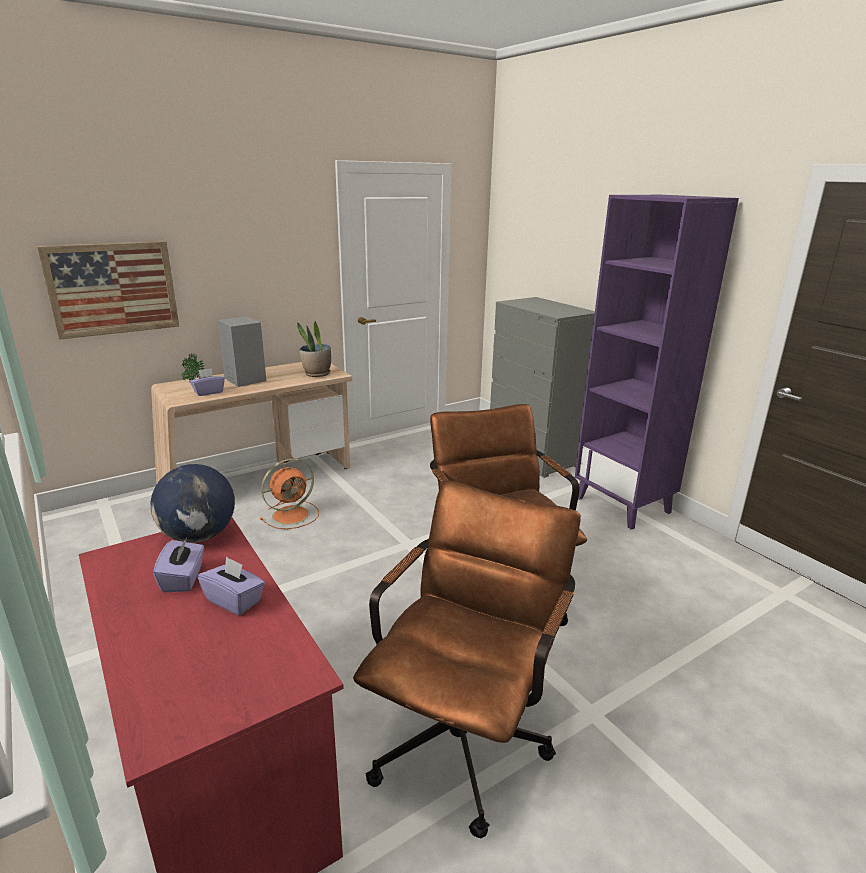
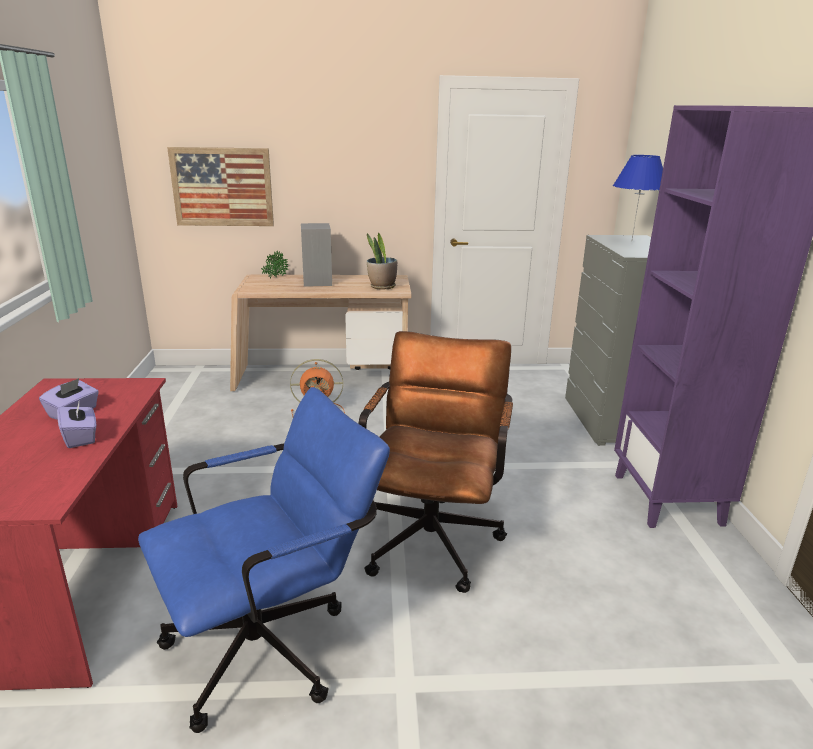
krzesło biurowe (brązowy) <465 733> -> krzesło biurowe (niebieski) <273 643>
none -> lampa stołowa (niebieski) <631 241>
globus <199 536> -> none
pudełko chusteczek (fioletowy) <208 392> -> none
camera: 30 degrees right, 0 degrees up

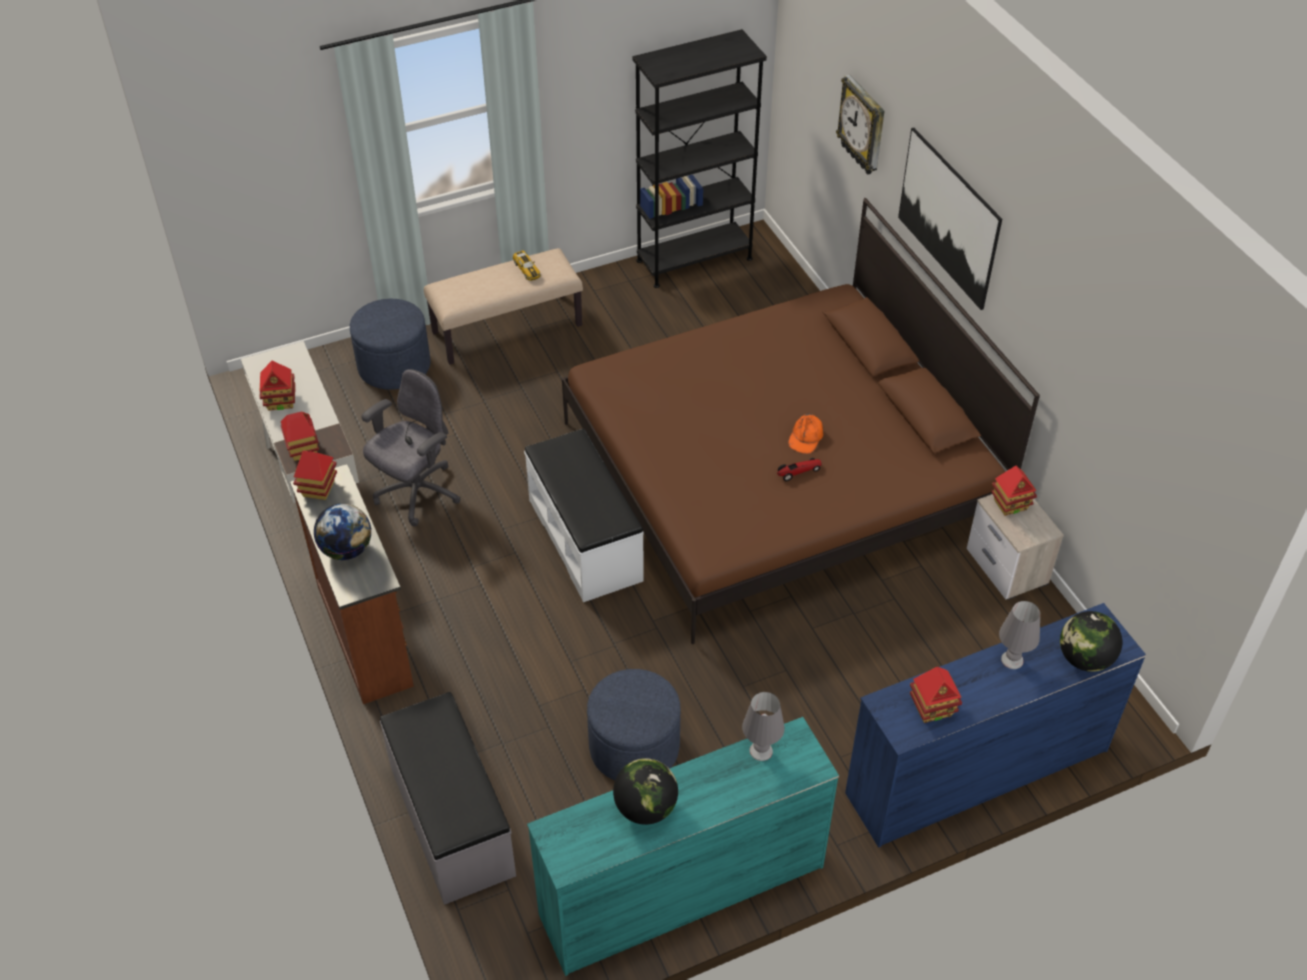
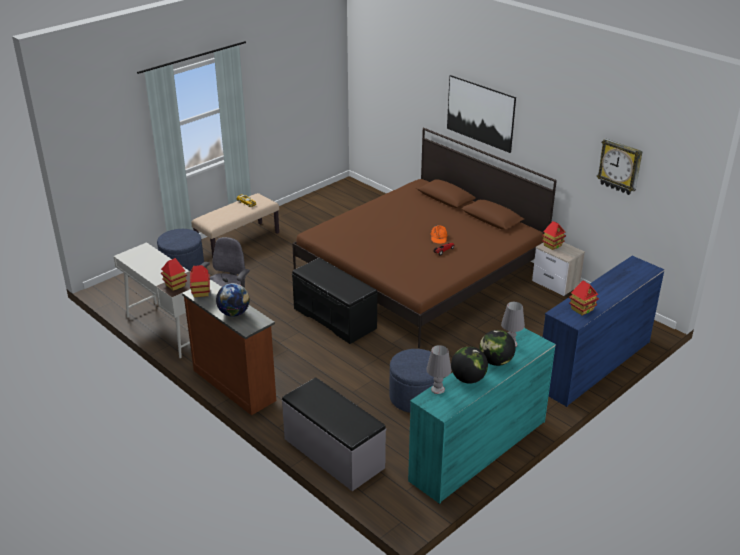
ławka (biały) <586 539> -> ławka (czarny) <335 318>
lampa stołowa (szary) <1012 659> -> lampa stołowa (szary) <437 389>, shifted
globus <1084 659> -> globus <496 361>, shifted
zegar ścienny <863 126> -> zegar ścienny <620 166>, shifted
domek <281 401> -> none
regał (czarny) <694 259> -> none
camera: 20 degrees left, 15 degrees down

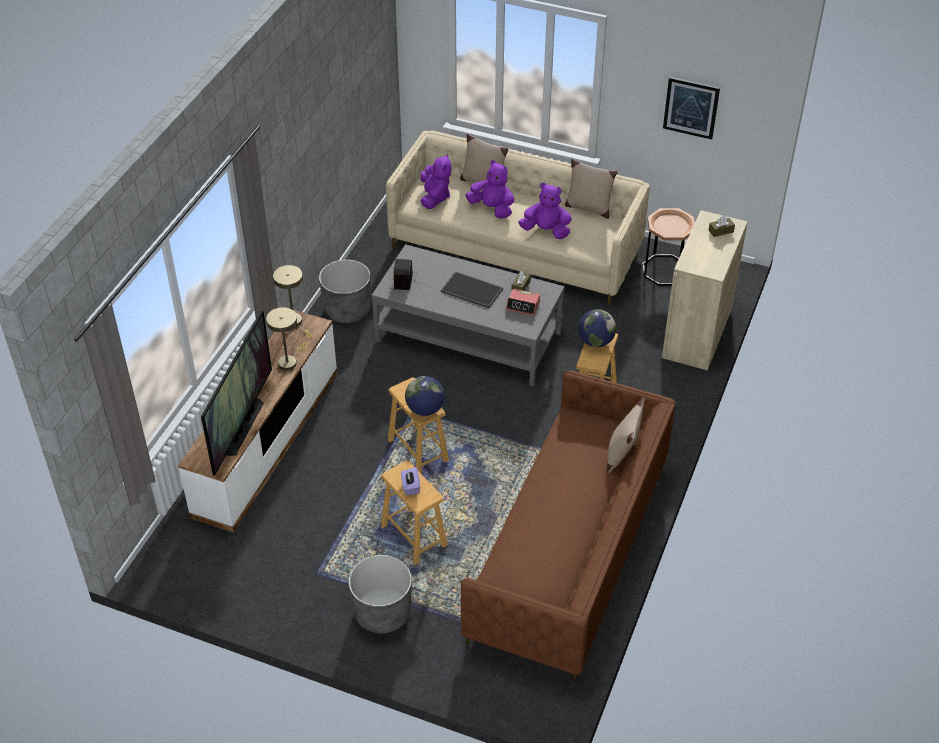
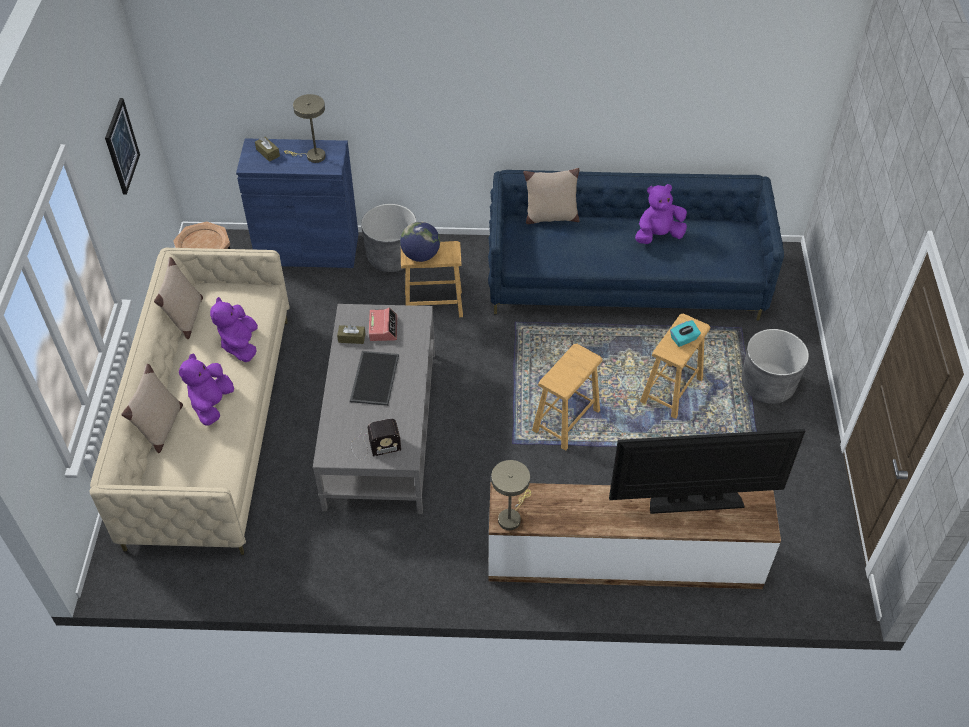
szafka (beżowy) <697 333> -> szafka (niebieski) <308 249>
lampa stołowa (beżowy) <289 361> -> lampa stołowa (beżowy) <312 156>, shifted
donica (szary) <347 310> -> donica (szary) <391 257>, shifted
kanapa (brązowy) <569 551> -> kanapa (niebieski) <625 279>
pluszak (fioletowy) <434 197> -> pluszak (fioletowy) <658 235>, shifted
pudełko chusteczek (fioletowy) <410 487> -> pudełko chusteczek (turkusowy) <684 339>
globus <425 409> -> none
camera: 110 degrees left, 5 degrees up

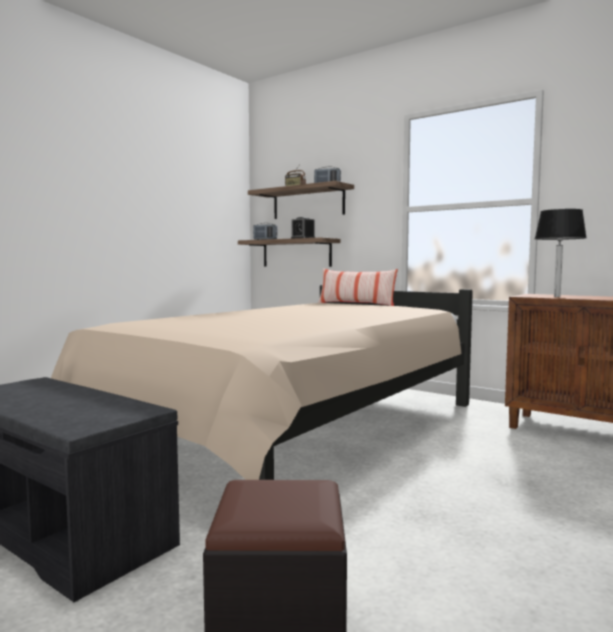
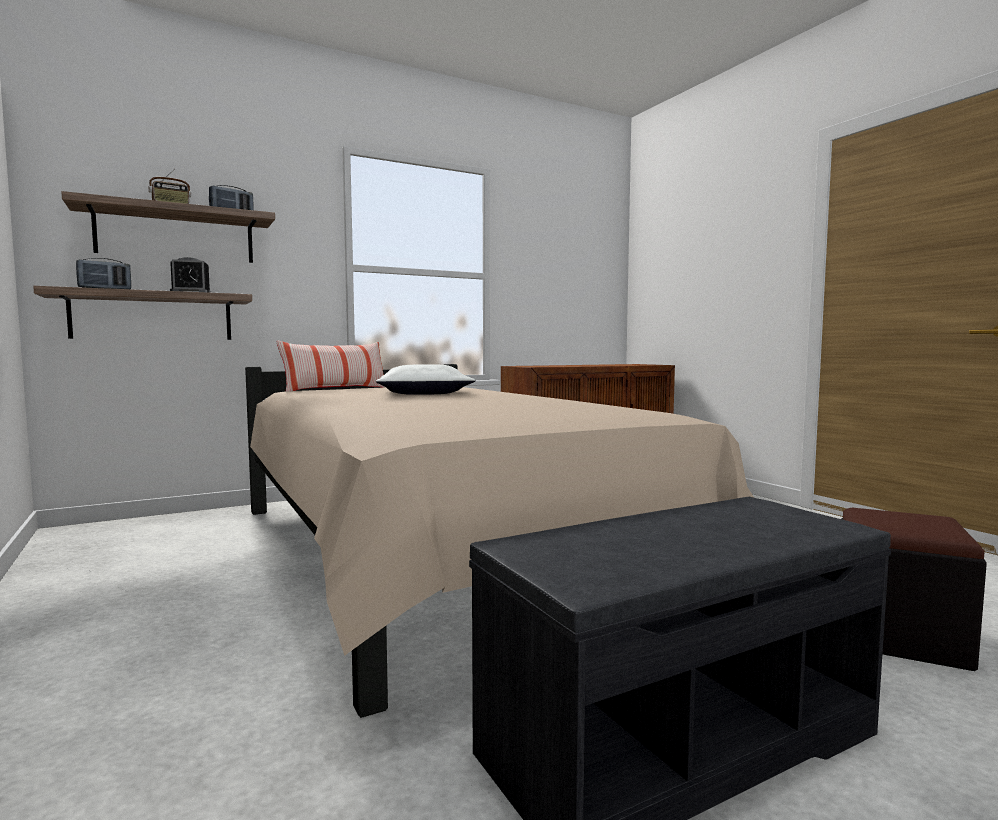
none -> poduszka (biały) <425 393>
lampa stołowa (czarny) <557 296> -> none
camera: 65 degrees left, 0 degrees up

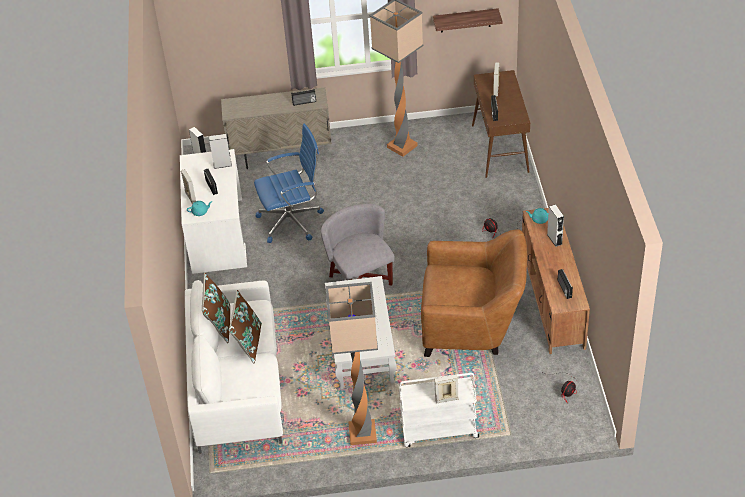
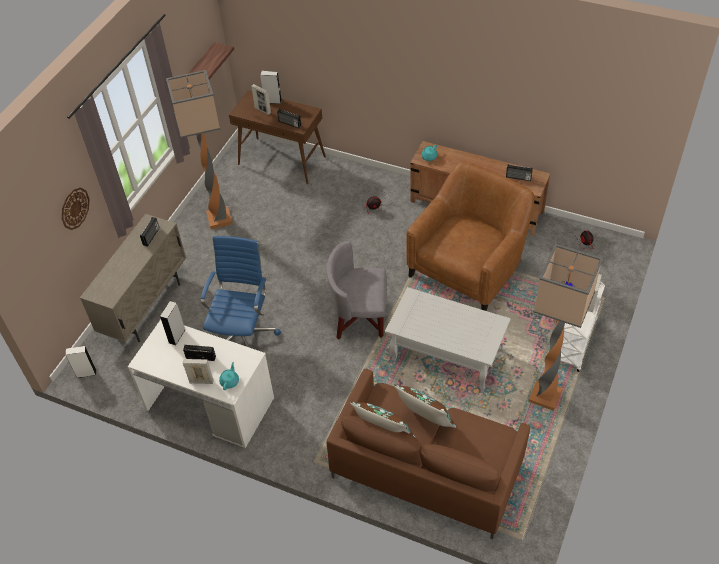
none -> zegar ścienny <74 208>
głośnik (szary) <554 239> -> głośnik (szary) <273 101>, shifted
kanapa (biały) <237 387> -> kanapa (brązowy) <427 471>
camera: 60 degrees left, 5 degrees up

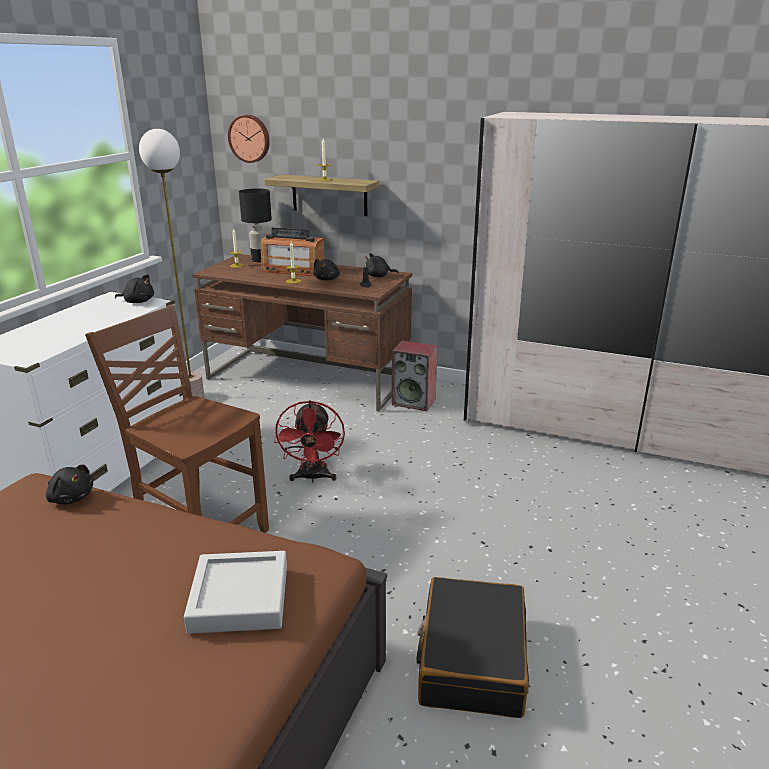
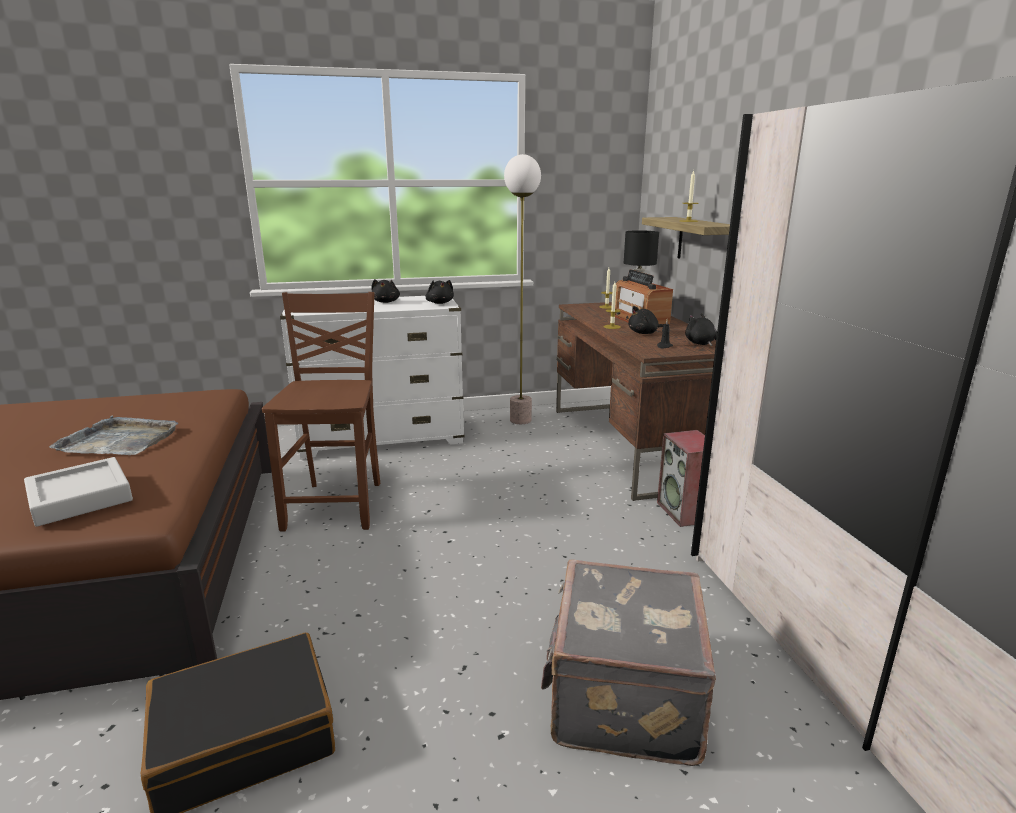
none -> taca (szary) <120 440>
pluszak (czarny) <71 498> -> pluszak (czarny) <386 302>, shifted
none -> walizka (szary) <621 697>
zegar ścienny <250 138> -> none
wentylator (czerwony) <313 477> -> none
camera: 55 degrees right, 5 degrees down

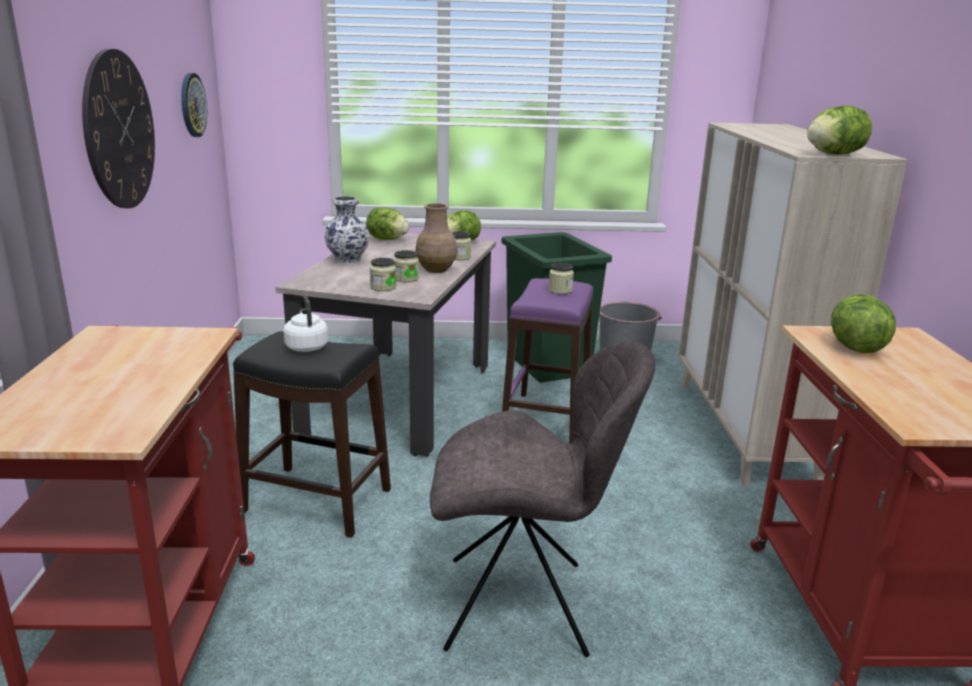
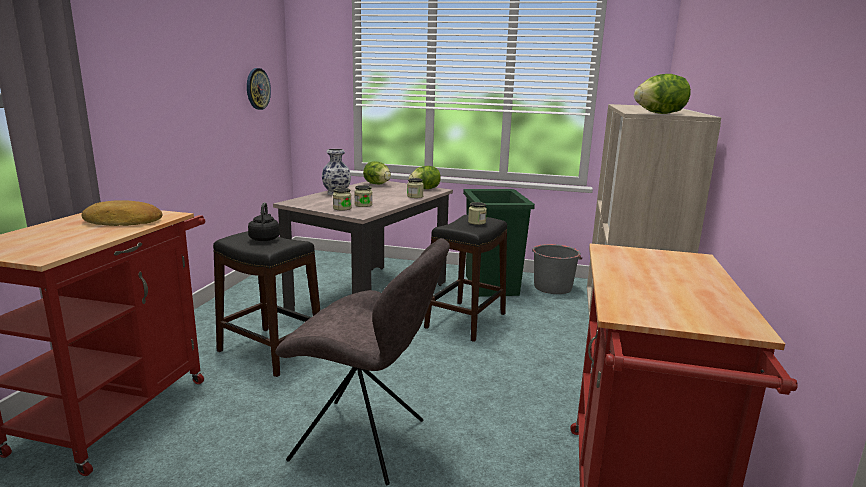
none -> chleb <123 222>
czajnik (biały) <306 346> -> czajnik (czarny) <265 238>
stołek (fioletowy) <547 419> -> stołek (czarny) <466 320>
zegar ścienny <119 130> -> none
wazon (brązowy) <436 270> -> none
sałata <855 347> -> none
camera: 15 degrees right, 5 degrees down

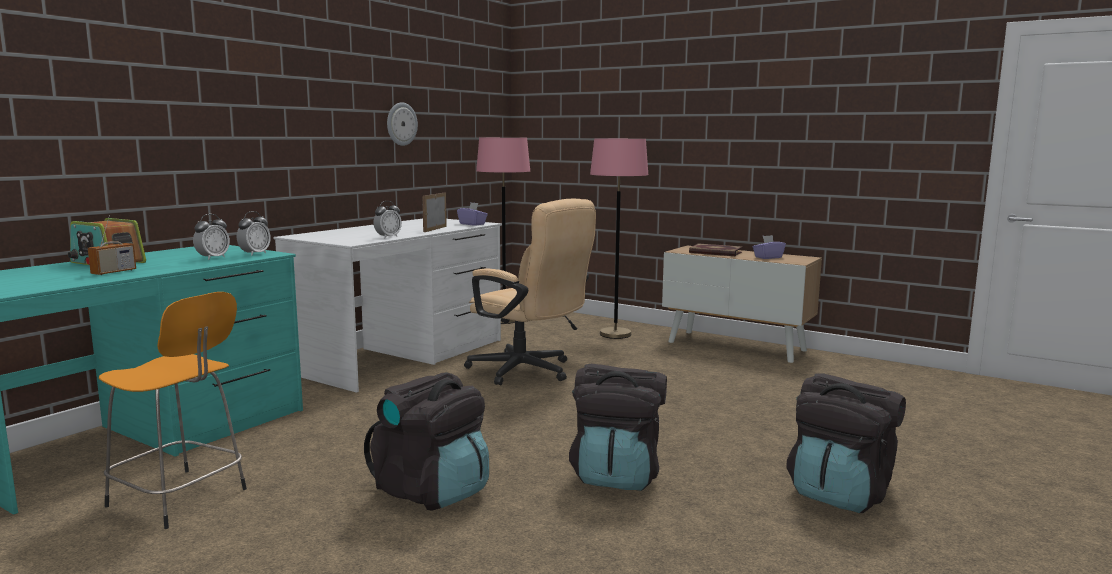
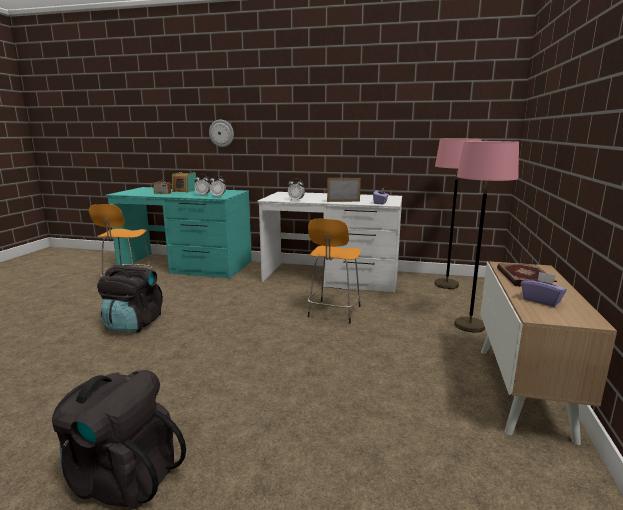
zegar ścienny <401 124> -> zegar ścienny <221 133>, shifted
krzesło biurowe (beżowy) <528 372> -> stołek (pomarańczowy) <334 312>
plecak (czarny) <617 475> -> none
camera: 70 degrees right, 5 degrees up

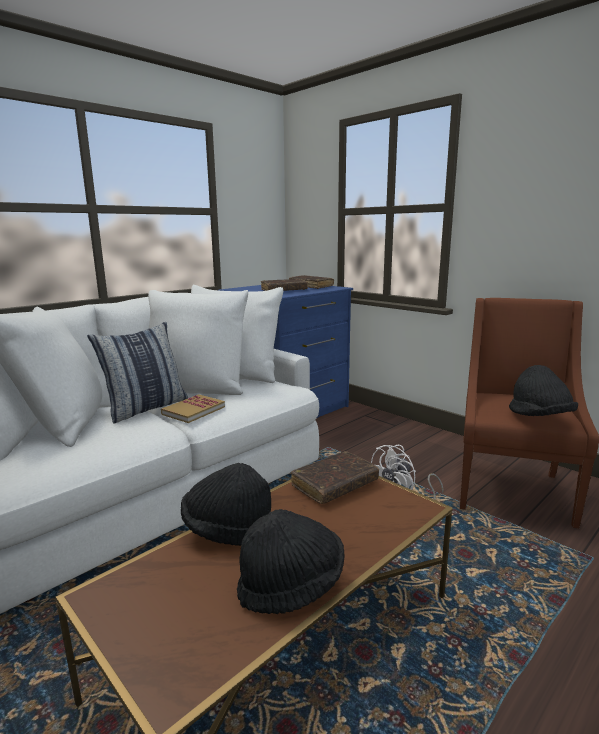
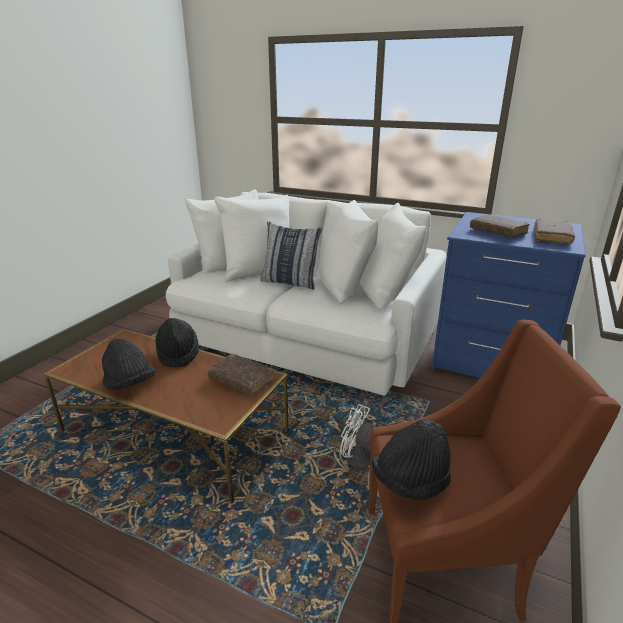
książka <193 410> -> none
camera: 70 degrees right, 10 degrees up

